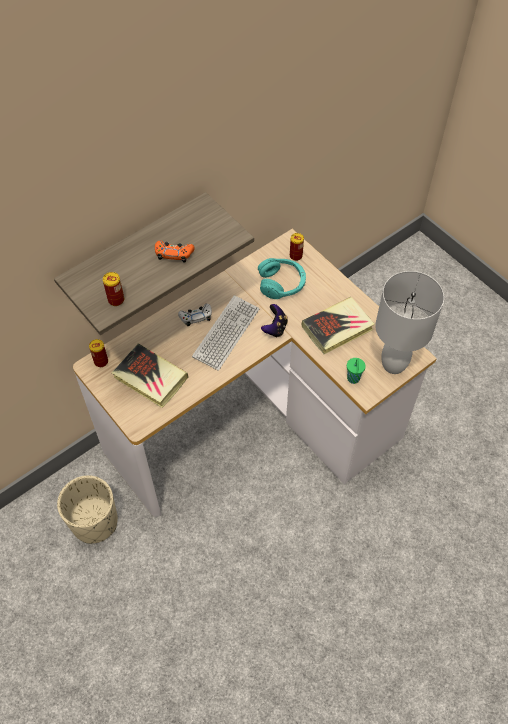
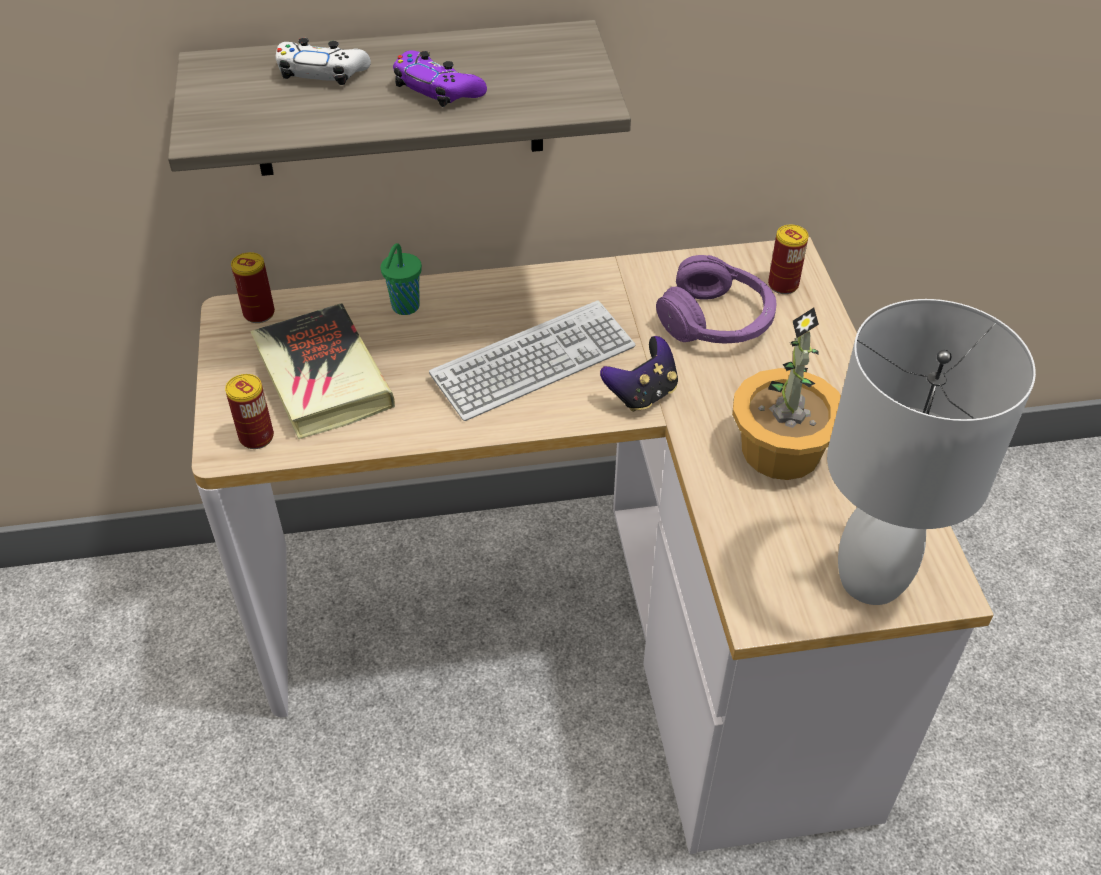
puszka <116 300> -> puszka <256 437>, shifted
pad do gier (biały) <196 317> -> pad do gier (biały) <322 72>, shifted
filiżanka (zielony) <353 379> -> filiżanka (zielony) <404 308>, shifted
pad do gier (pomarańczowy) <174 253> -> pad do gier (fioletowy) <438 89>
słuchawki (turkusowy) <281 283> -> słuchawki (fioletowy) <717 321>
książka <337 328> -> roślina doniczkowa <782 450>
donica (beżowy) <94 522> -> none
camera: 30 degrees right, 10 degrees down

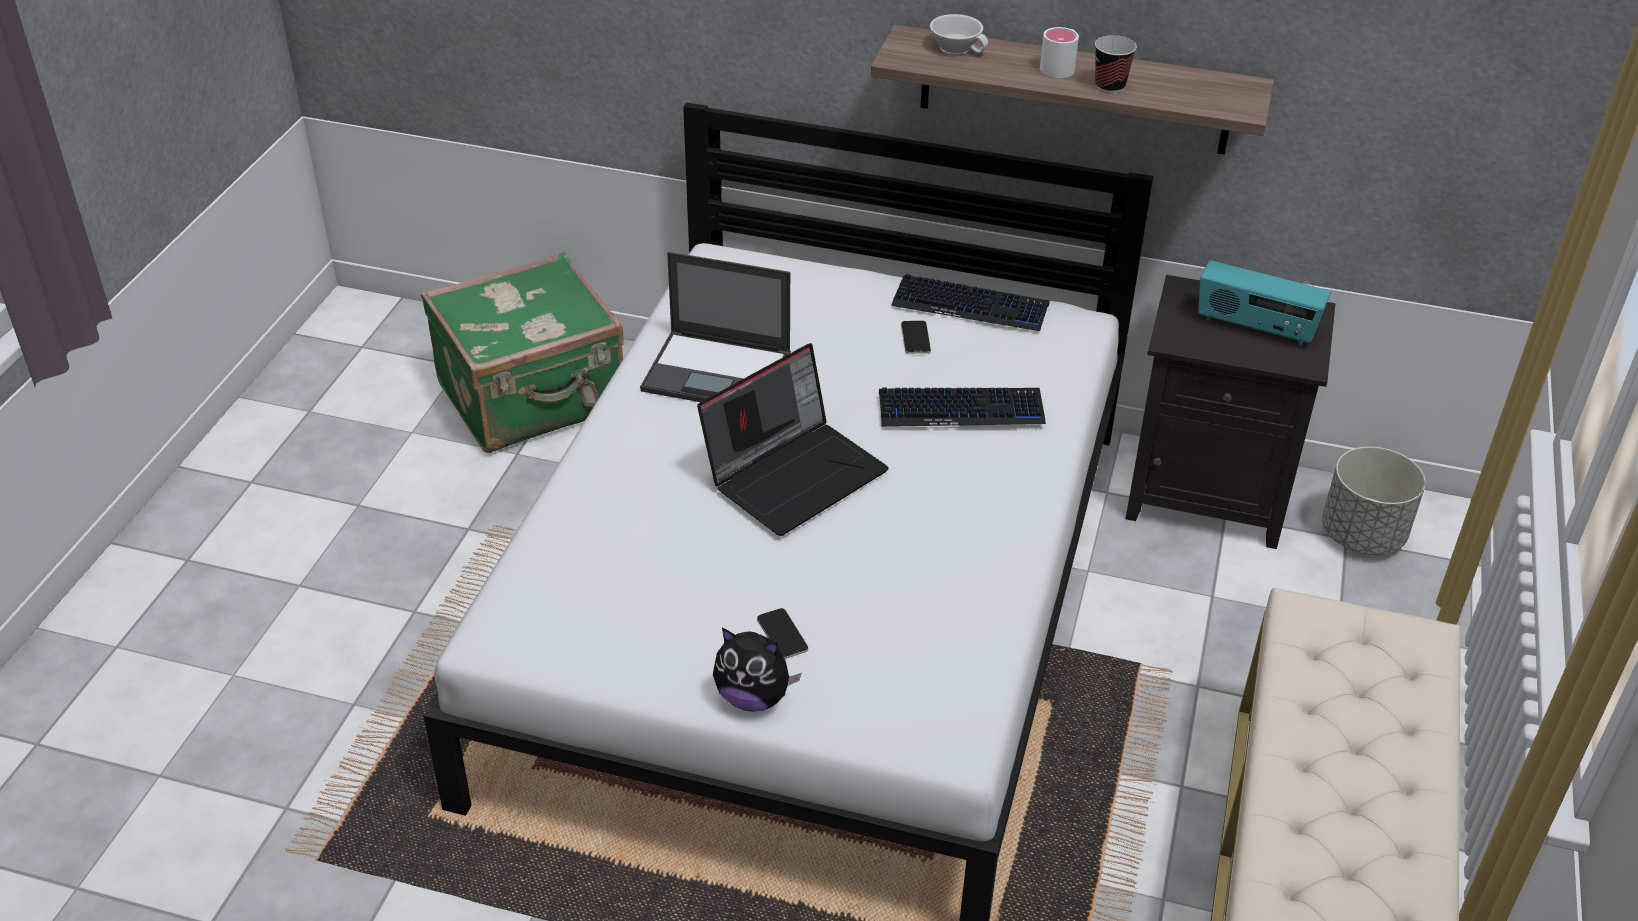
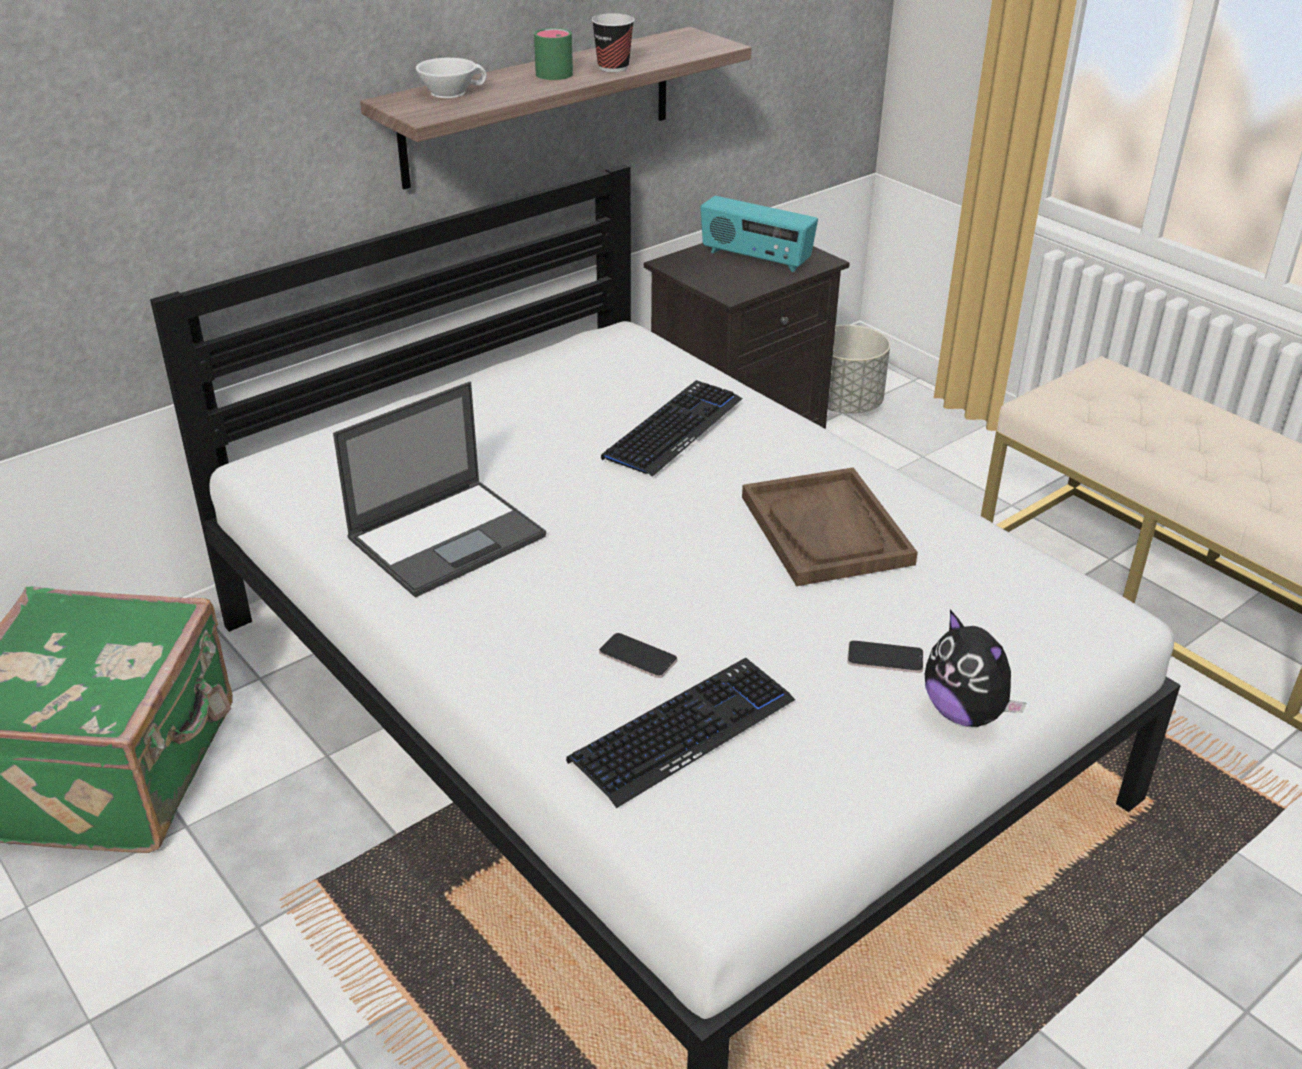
kubek (biały) <1061 66> -> kubek (zielony) <551 71>
klawiatura <970 306> -> klawiatura <683 731>, shifted
telefon <915 338> -> telefon <638 656>, shifted
radio <1255 328> -> radio <755 259>, 60 degrees clockwise
none -> taca (brązowy) <826 530>
pluszak <753 697> -> pluszak <965 713>, 90 degrees clockwise
laptop <795 473> -> none
camera: 55 degrees left, 5 degrees down

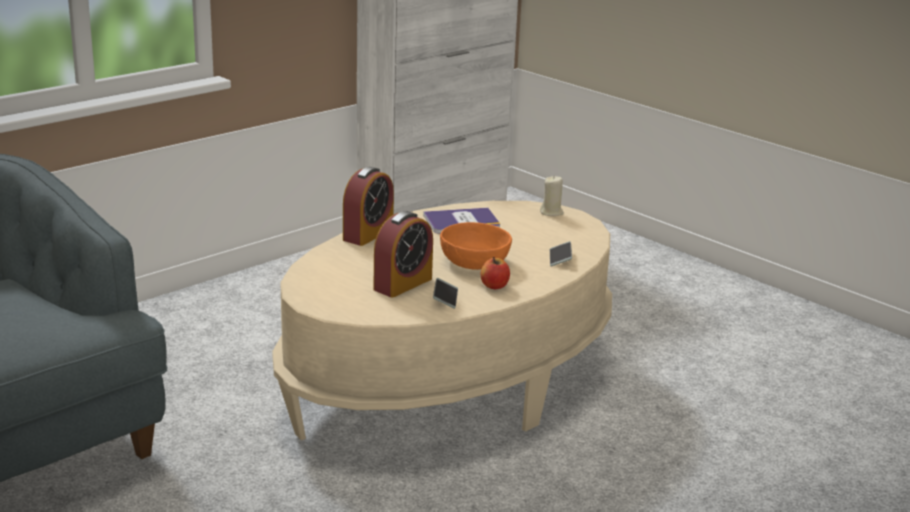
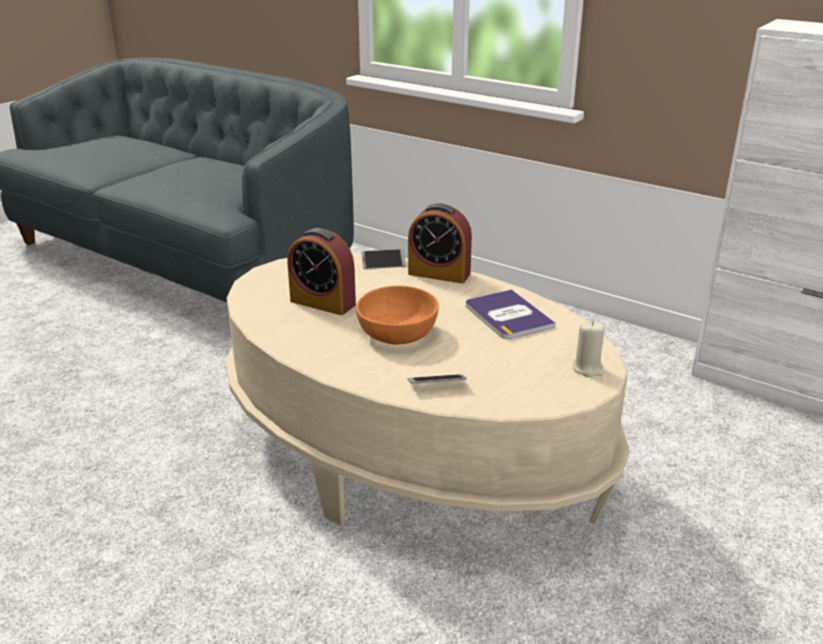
telefon <445 298> -> telefon <383 263>, shifted
jabłko <494 286> -> none
camera: 80 degrees right, 5 degrees up

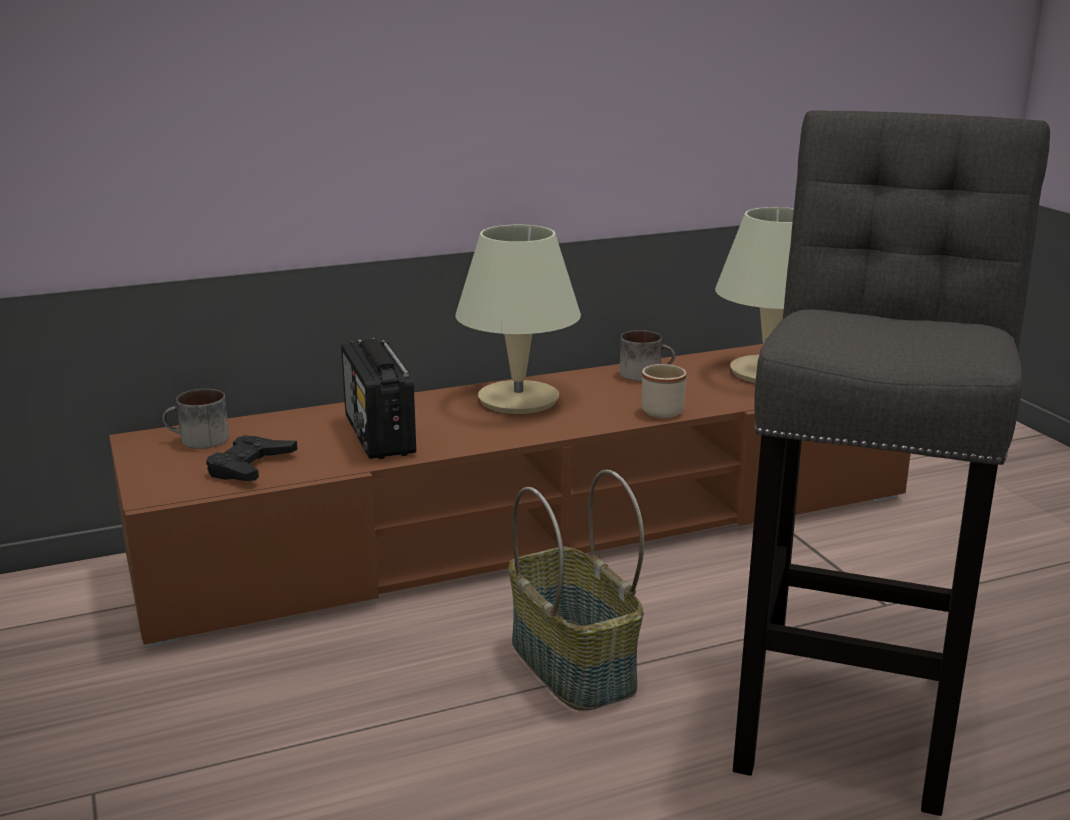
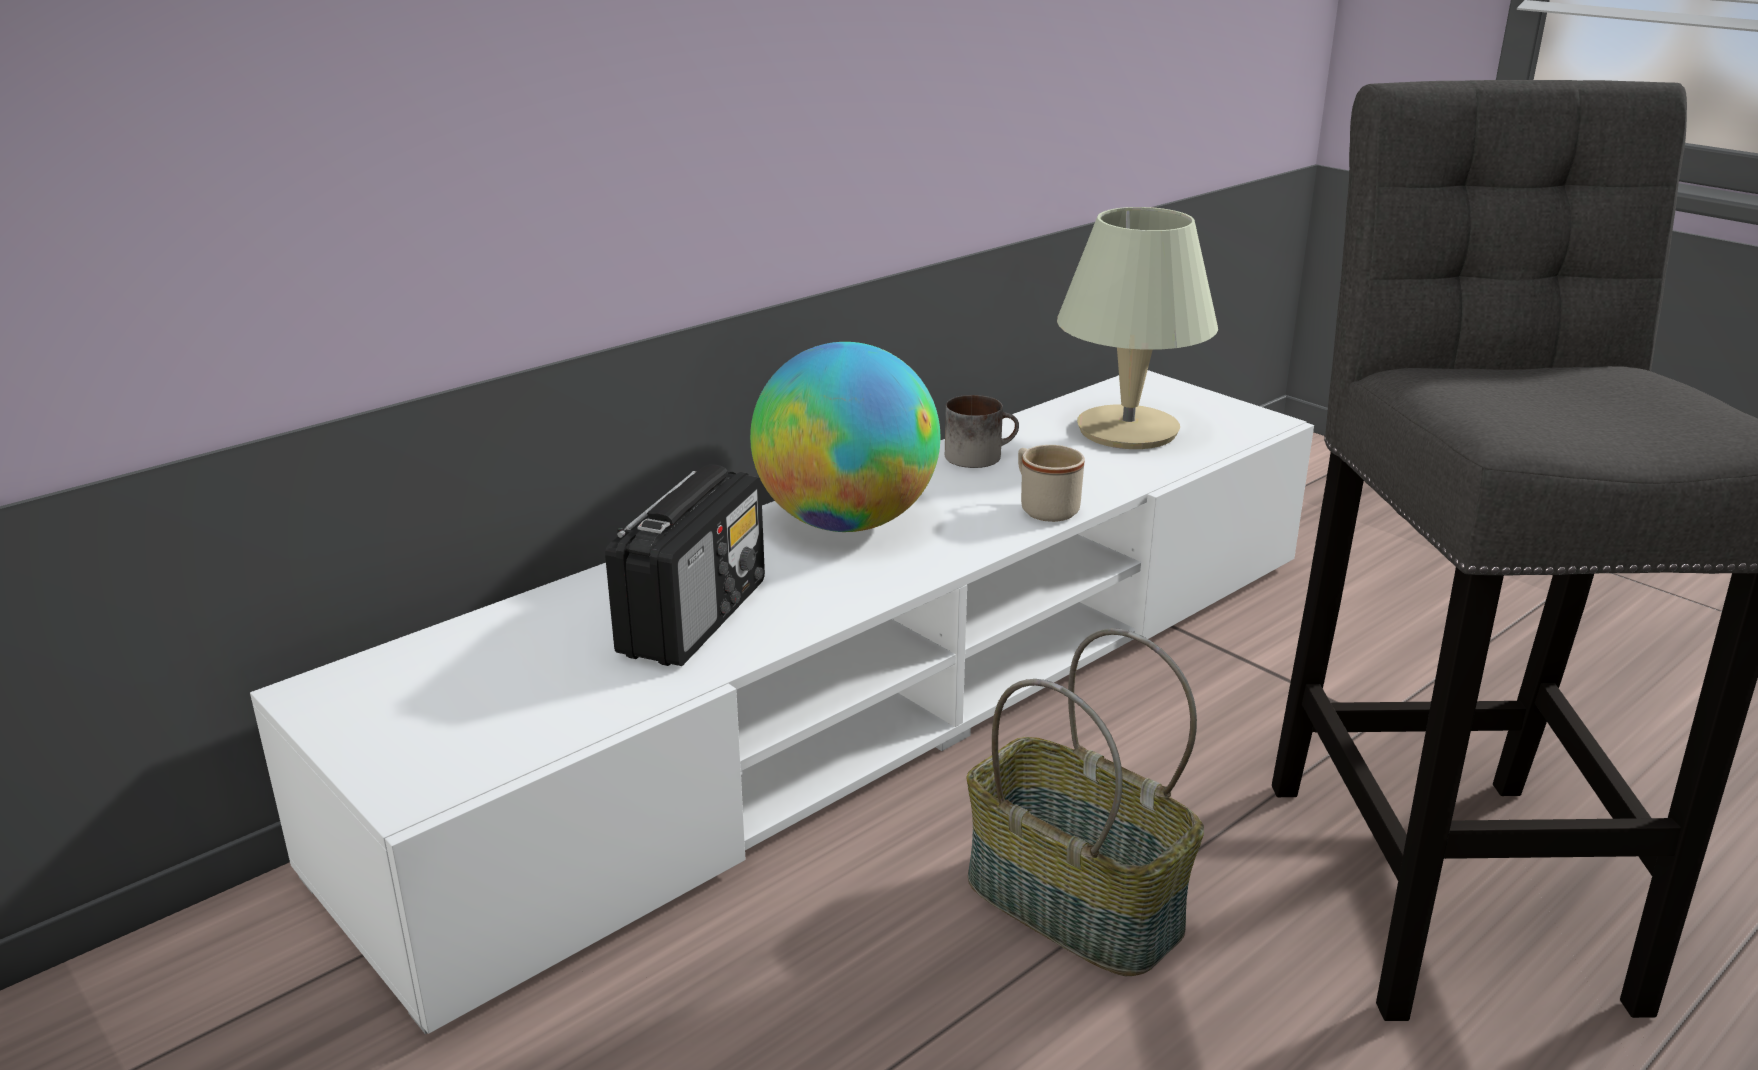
szafka pod telewizor (brązowy) <536 528> -> szafka pod telewizor (biały) <881 695>
radio <379 435> -> radio <695 616>, 120 degrees counterclockwise
lampa stołowa (beżowy) <519 399> -> globus <846 522>
kubek <198 440> -> none
pad do gier (czarny) <250 466> -> none
camera: 20 degrees left, 5 degrees up

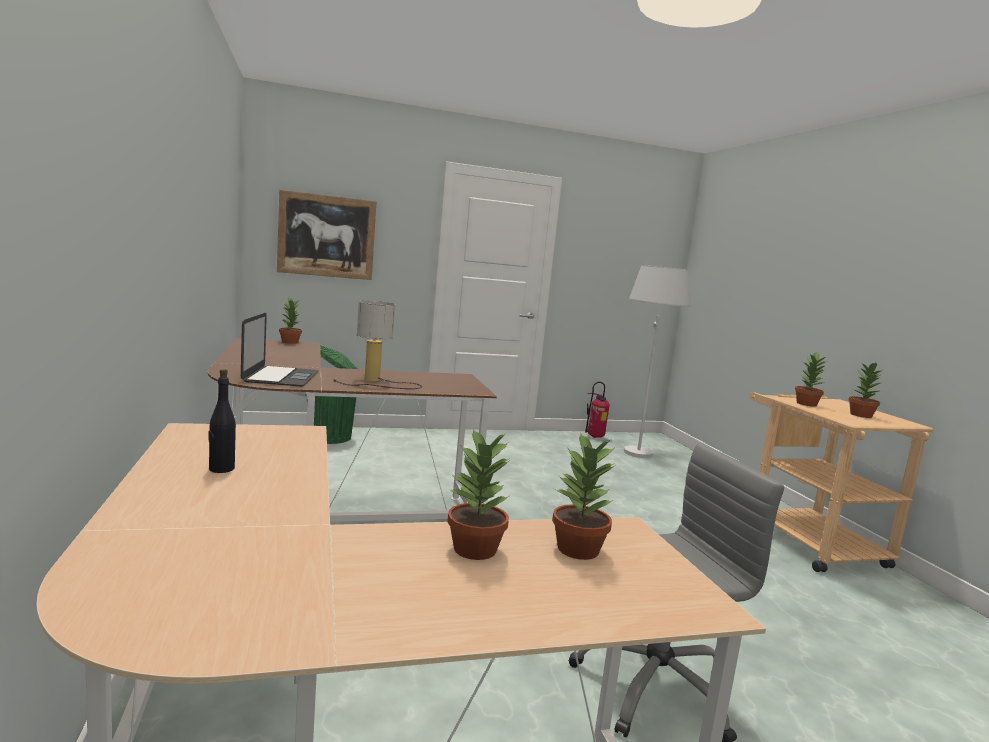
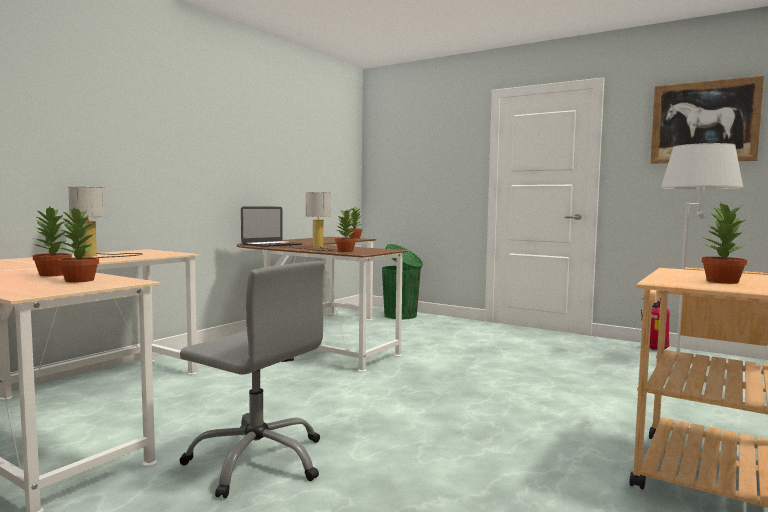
butelka (czarny) <221 469> -> lampa stołowa <98 256>
roślina doniczkowa <807 404> -> roślina doniczkowa <345 251>, shifted
obraz <327 236> -> obraz <704 122>, shifted
camera: 50 degrees right, 5 degrees down

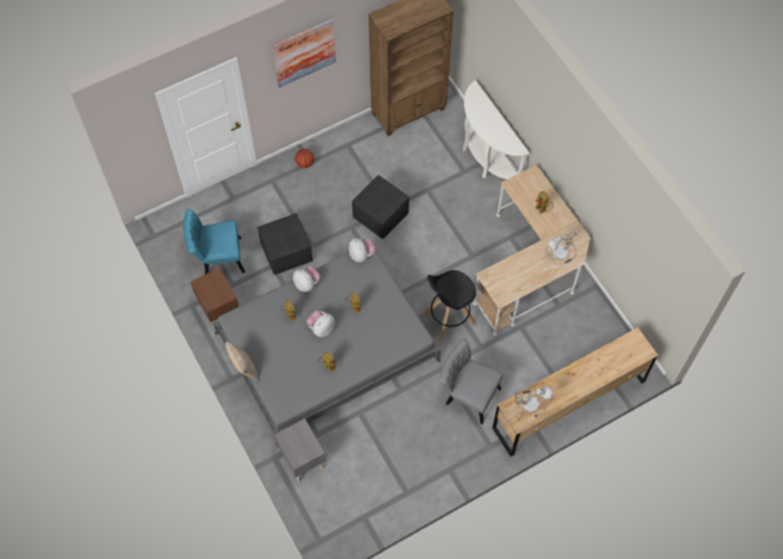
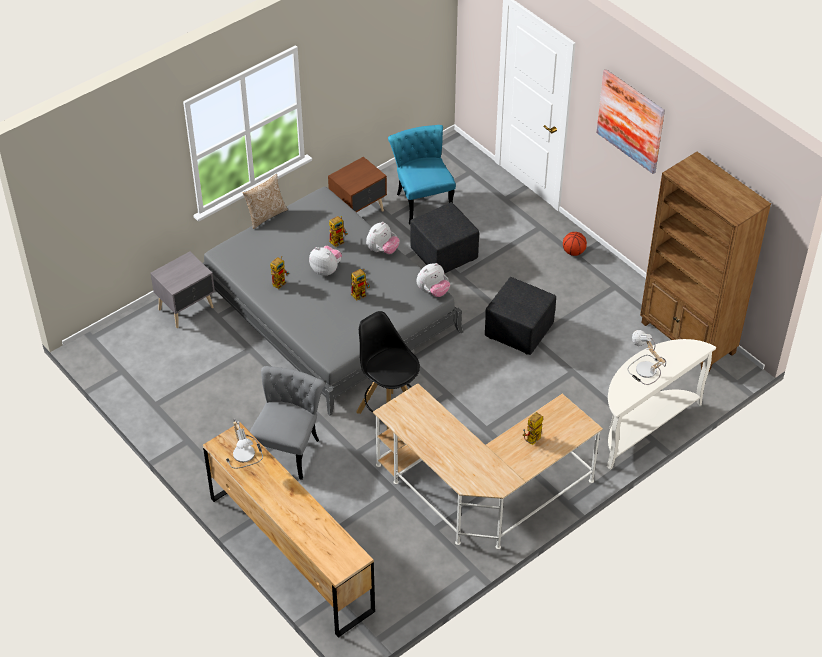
lampa stołowa <560 254> -> lampa stołowa <643 370>, shifted
camera: 80 degrees right, 15 degrees down

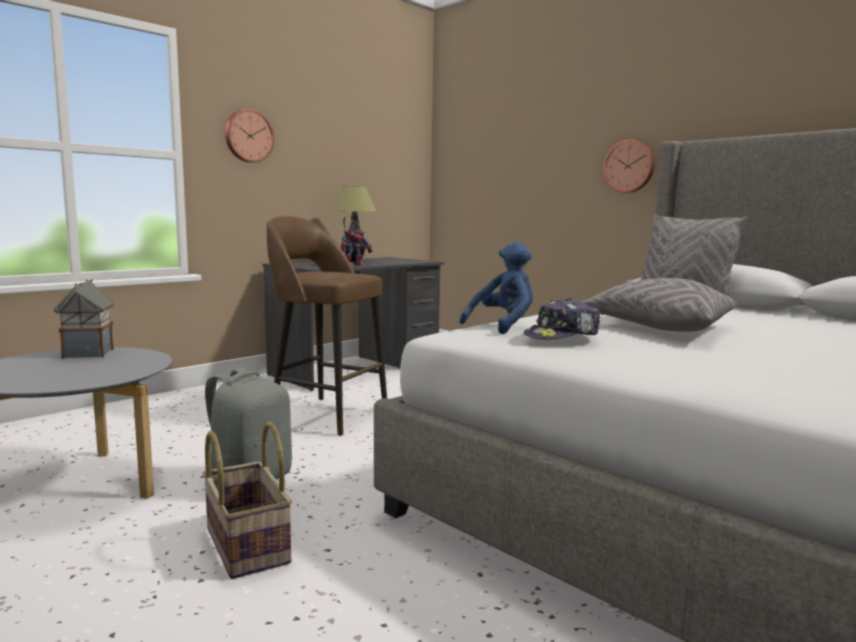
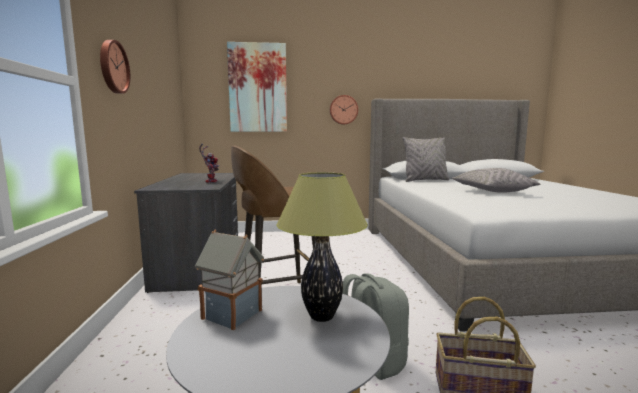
none -> obraz <257 88>
lampa stołowa <354 261> -> lampa stołowa <321 317>, shifted
pluszak (niebieski) <503 326> -> none
czapka z daszkiem <562 336> -> none
camera: 50 degrees left, 0 degrees up

